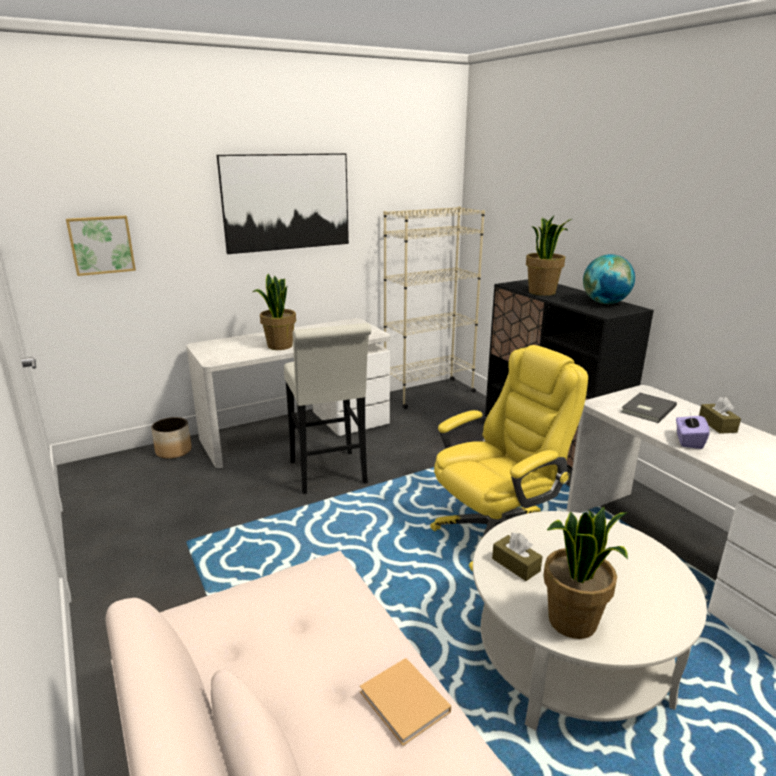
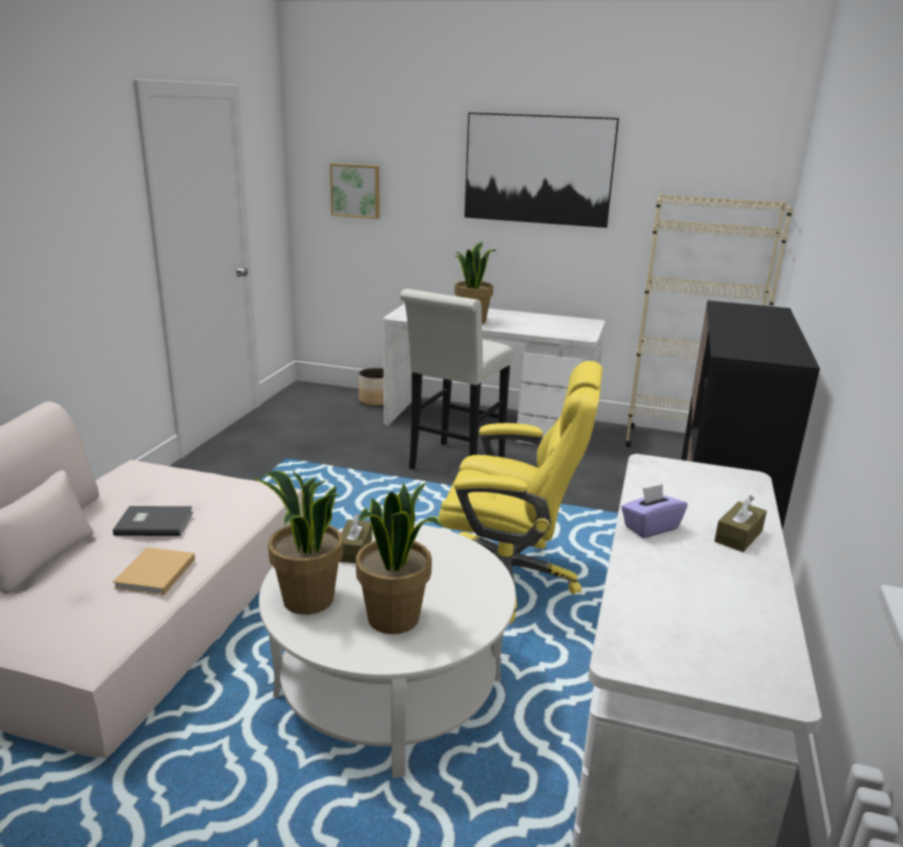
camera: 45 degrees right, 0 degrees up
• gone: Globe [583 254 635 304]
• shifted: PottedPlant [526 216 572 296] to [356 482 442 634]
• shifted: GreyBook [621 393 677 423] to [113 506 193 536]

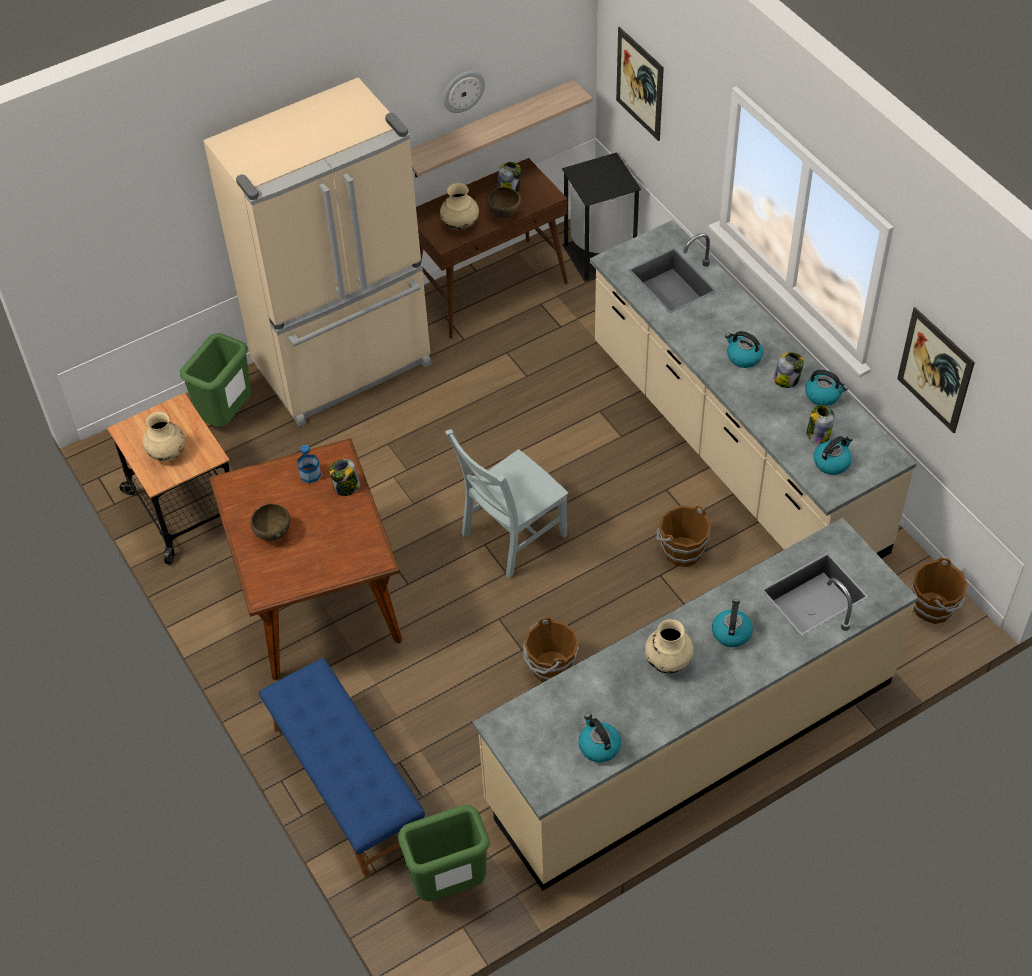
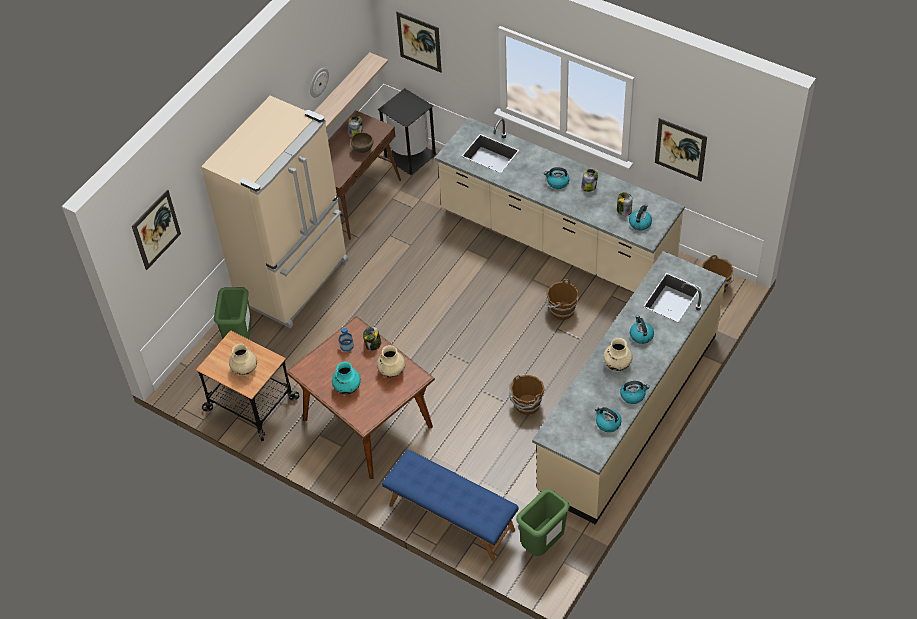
camera: 25 degrees left, 0 degrees up
• gone: GreyChair [445 429 568 578]
• new: Picture [132 189 181 270]
• shifted: BeigeVase [440 183 479 229] to [377 345 406 378]
• shifted: Kettle [805 370 848 406] to [620 381 650 404]
• swapped: BrownBowl [250 503 290 541] to TurquoiseVase [332 361 361 394]

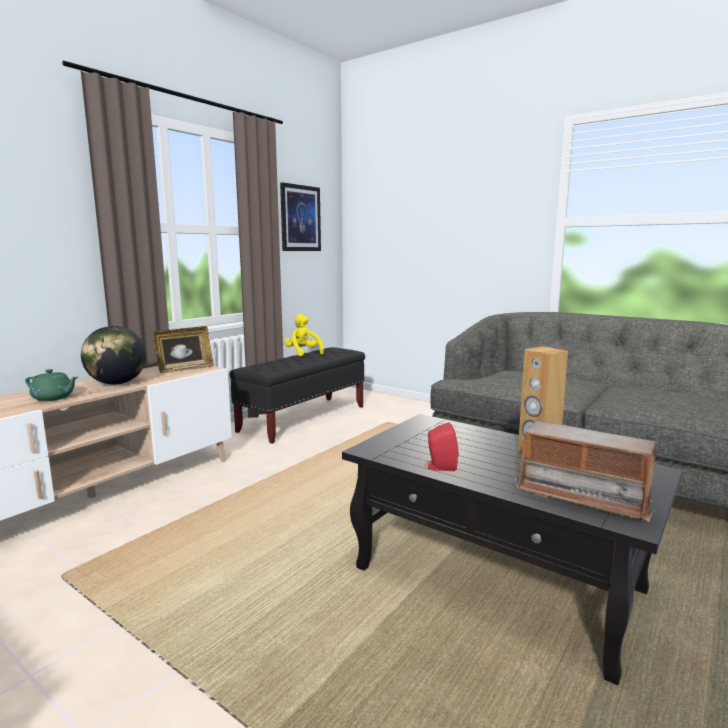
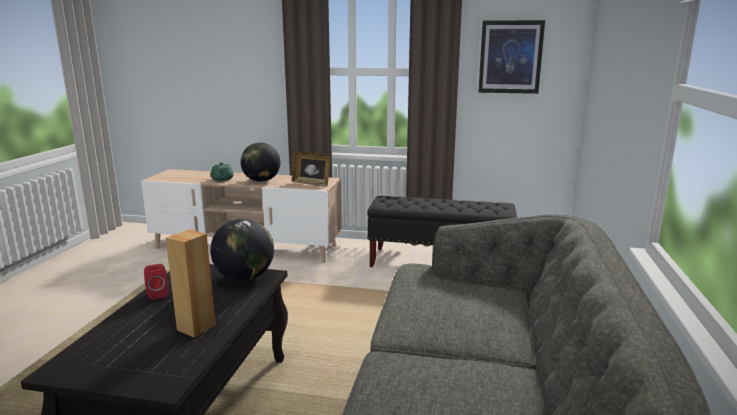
camera: 65 degrees right, 5 degrees up
• gone: YellowPlushToy [285 314 324 356]
• gone: Radio [514 420 664 522]
• new: Globe [210 219 274 281]

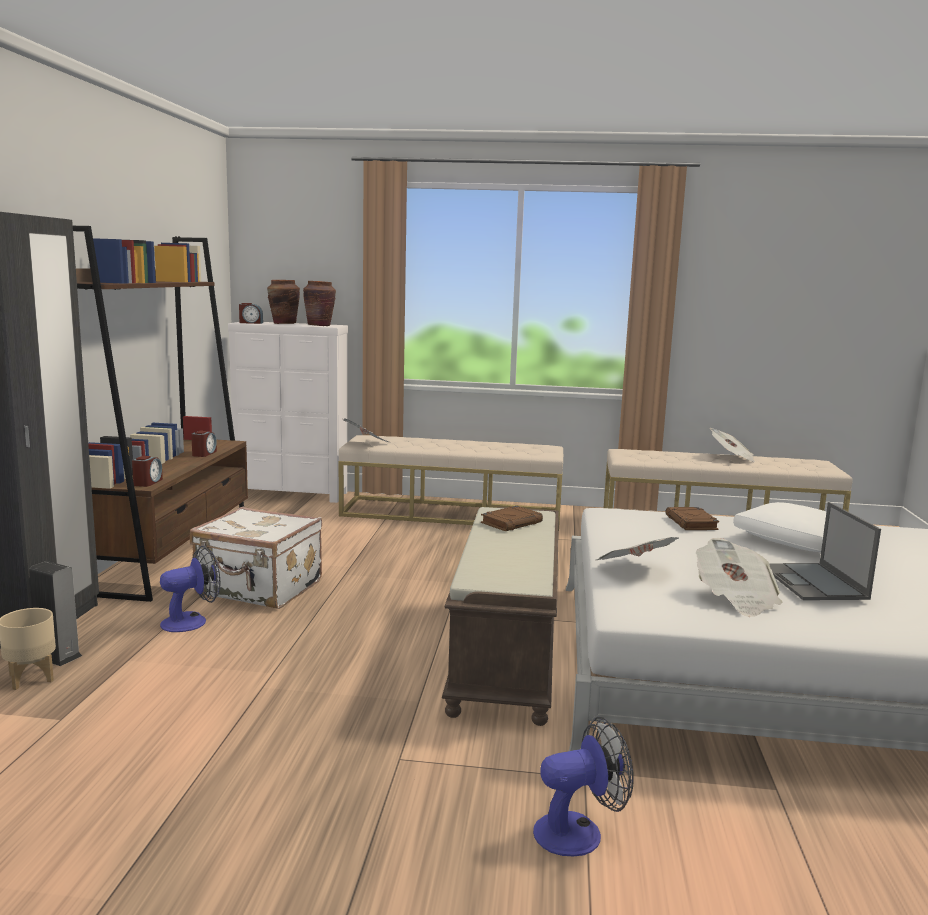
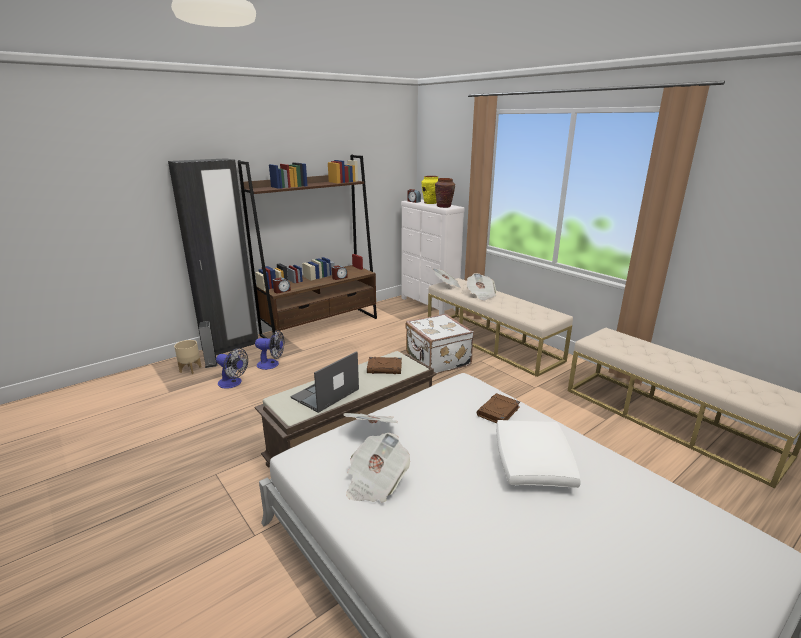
camera: 45 degrees right, 10 degrees up
• shifted: WhiteSuitcase [190 507 322 609] to [406 314 474 374]
• shifted: Fan [533 717 633 856] to [216 348 248 389]
• shifted: Newspaper [710 428 755 462] to [467 273 496 301]
• shifted: Laptop [769 502 881 600] to [290 351 359 413]
• repainted: BrownVase [267 280 300 324] to YellowVase [421 176 438 204]

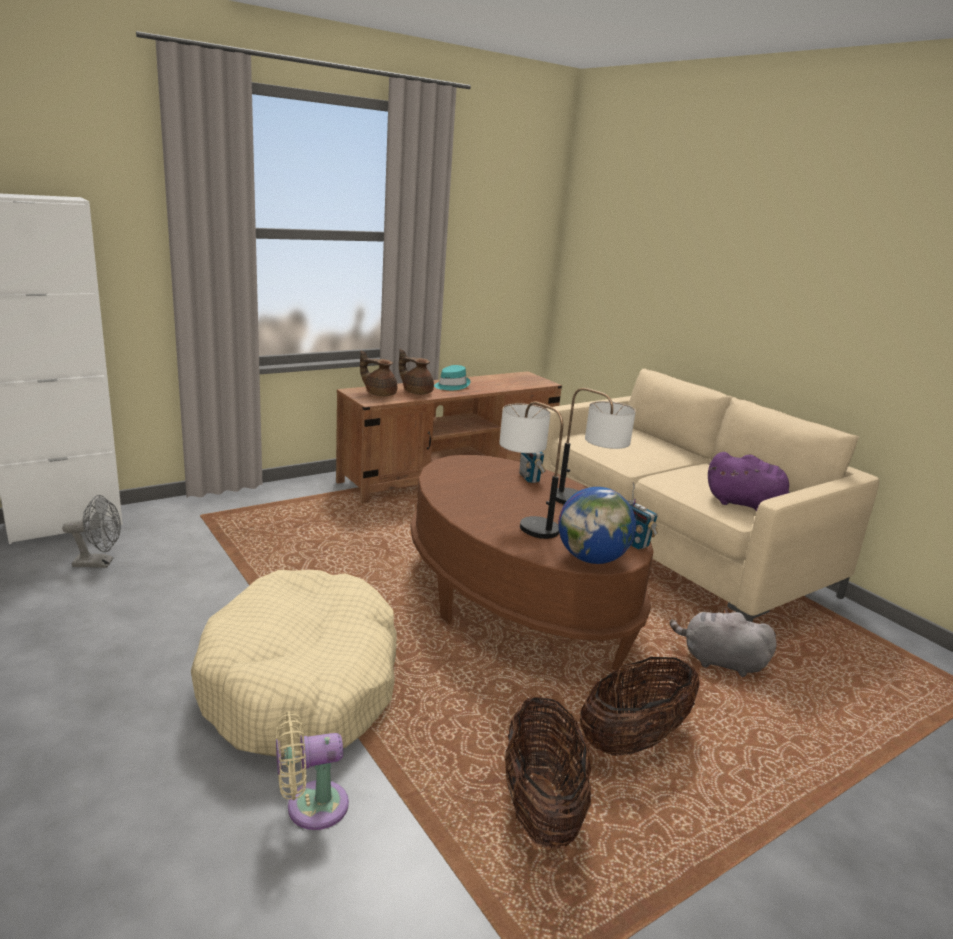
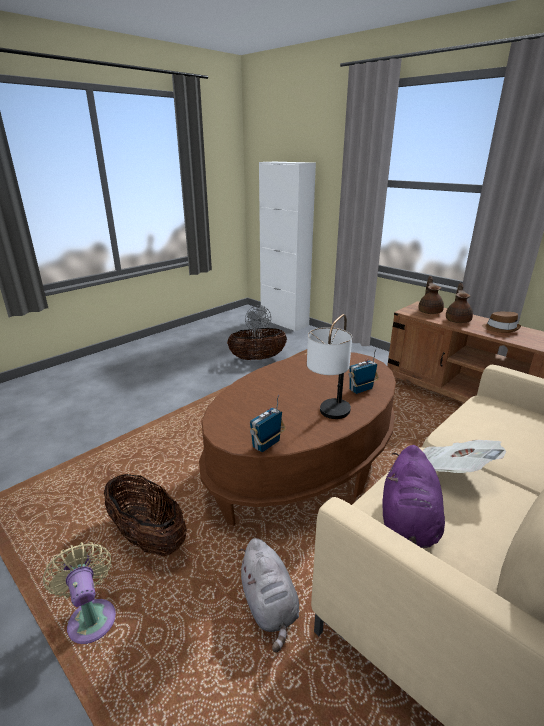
camera: 80 degrees right, 5 degrees up
• gone: BeigeDogBed [191 570 397 757]
• gone: TableLamp [499 401 563 539]
• gone: Globe [558 487 636 564]
• new: Newspaper [423 440 506 473]
• shifted: BeigeFan [276 711 349 830] to [43 542 116 644]
• shifted: Basket [505 697 591 849] to [227 328 287 360]
• repainted: TurquoiseHat [434 365 470 390] to BrownHat [482 312 521 333]
• rotated: GreyPlushToy [670 609 777 677] = [238 538 299 653] 150 degrees clockwise

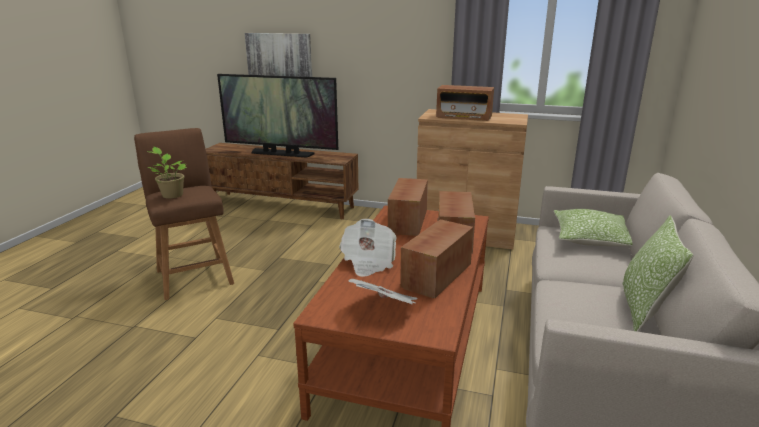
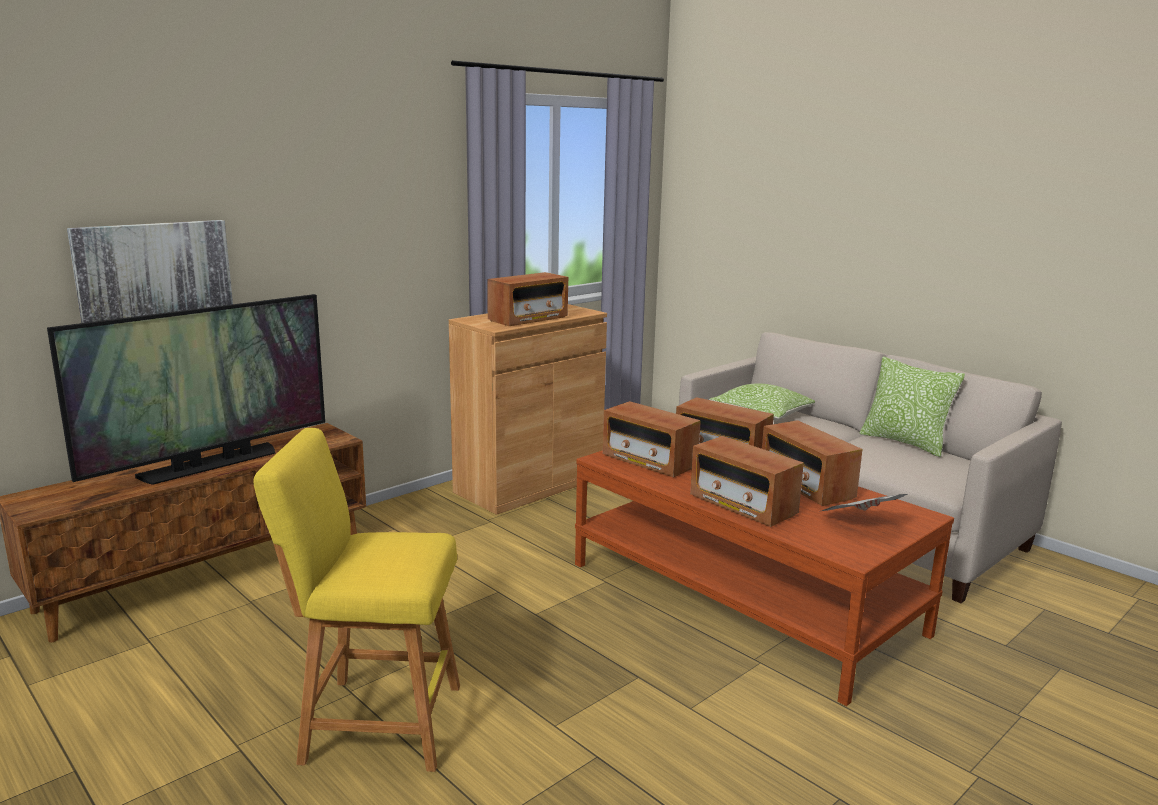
camera: 60 degrees left, 5 degrees down
• gone: PottedPlant [147 147 187 199]
• swapped: Newspaper [339 219 397 277] to Radio [690 436 804 527]
• repainted: BrownStool [134 128 234 300] to YellowStool [254 428 460 772]

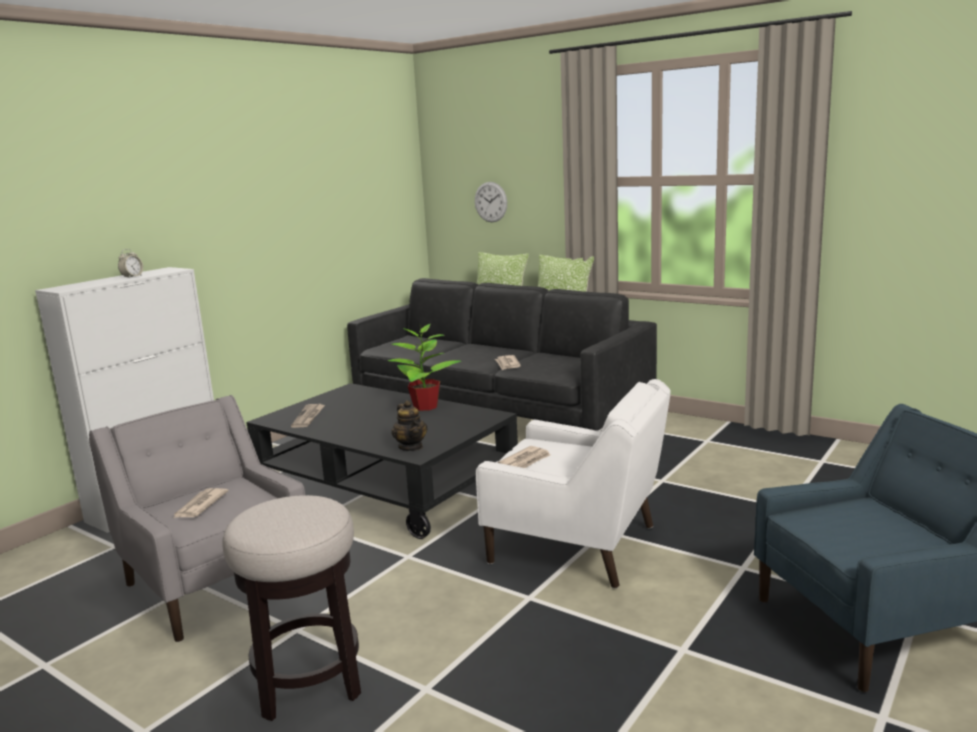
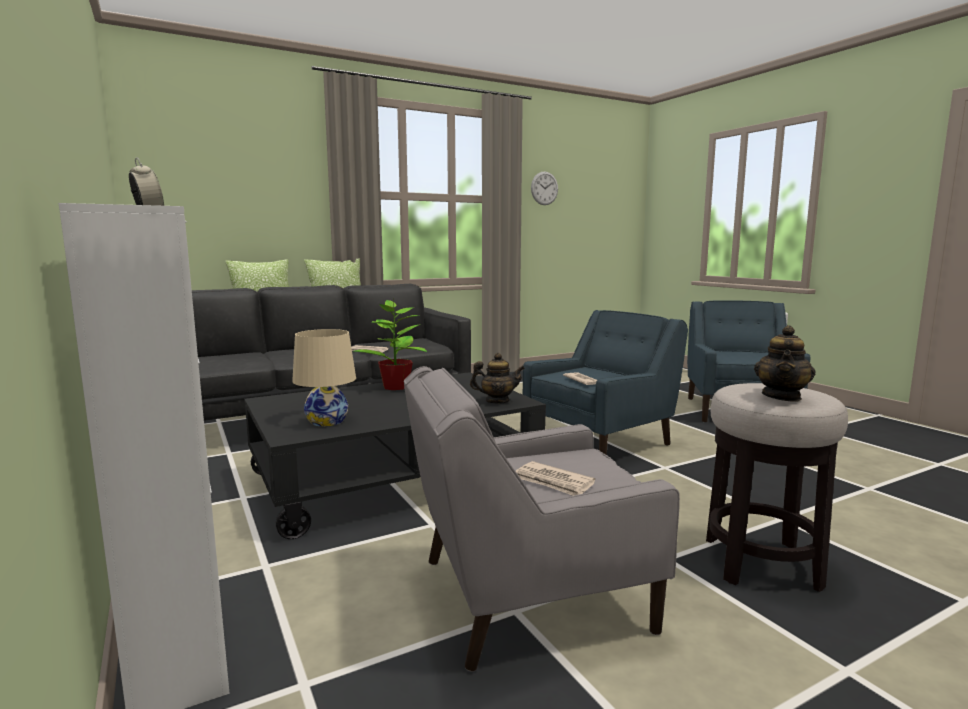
camera: 65 degrees left, 5 degrees down
• new: Teapot [754 325 816 402]
• shifted: WallClock [475 182 507 222] to [531 172 558 205]
• swapped: Newspaper [291 404 325 428] to BeigeTableLamp [292 329 356 426]
• repainted: WhiteArmchair [476 379 671 588] to BlueArmchair [522 310 688 455]

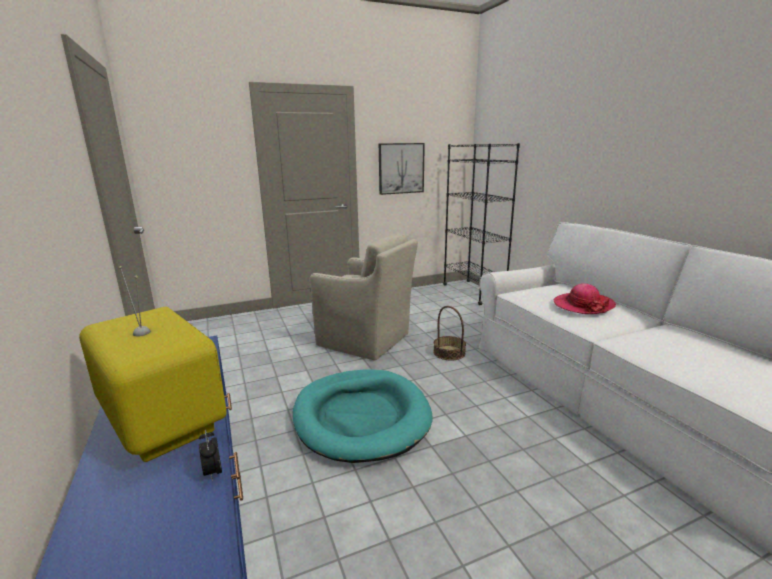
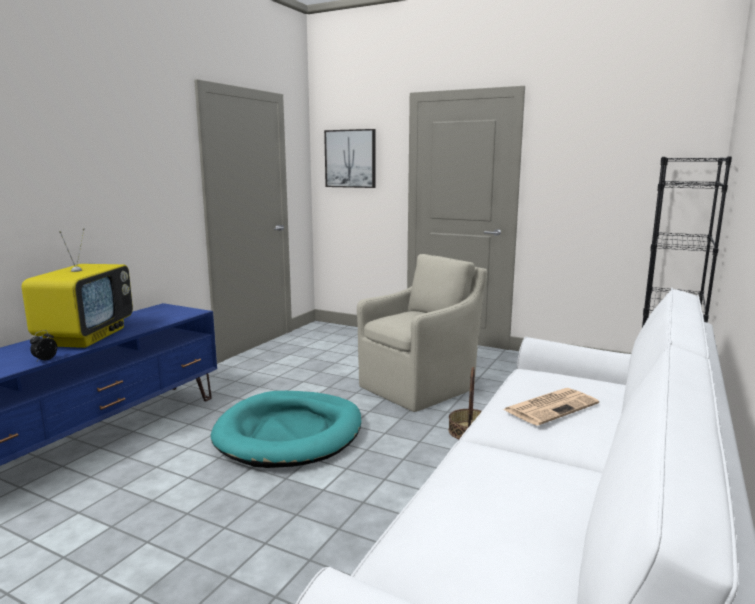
camera: 50 degrees right, 5 degrees down
• shifted: Picture [379 143 425 195] to [324 129 375 188]
• swapped: Hat [554 283 616 314] to Newspaper [502 388 599 426]
• rotated: BeigeArmchair [309 233 418 360] = [357 254 487 412] 120 degrees counterclockwise

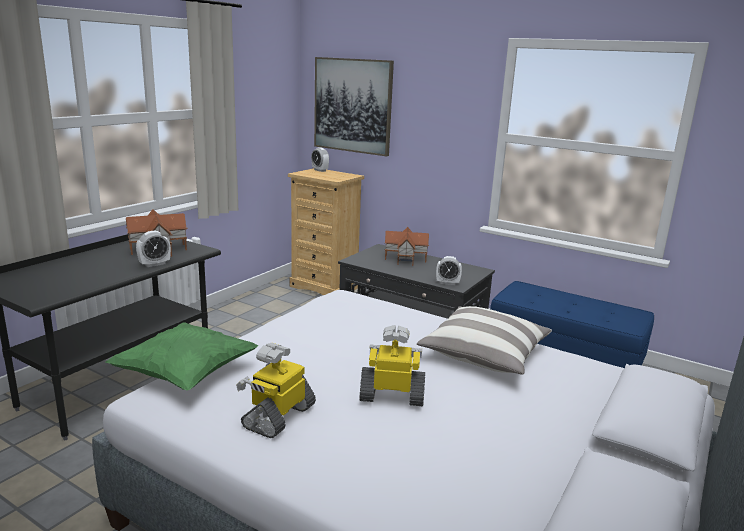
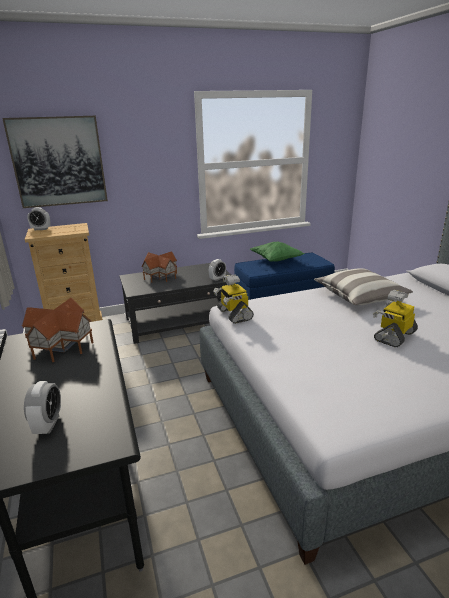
camera: 50 degrees left, 5 degrees up
• shifted: GreenPillow [106 323 258 390] to [250 242 304 262]
• shifted: AlarmClock [136 231 171 267] to [24 381 61 434]
• shifted: ToyRobot [236 343 316 438] to [213 275 254 324]

